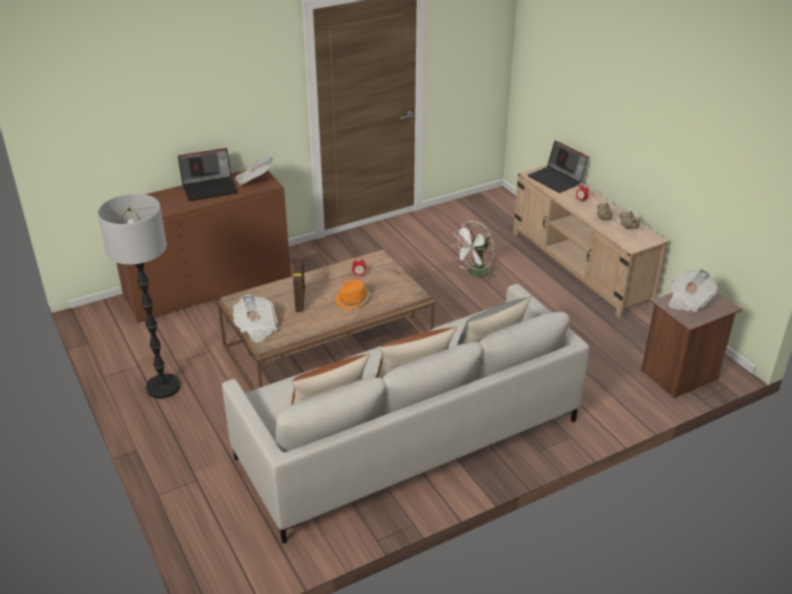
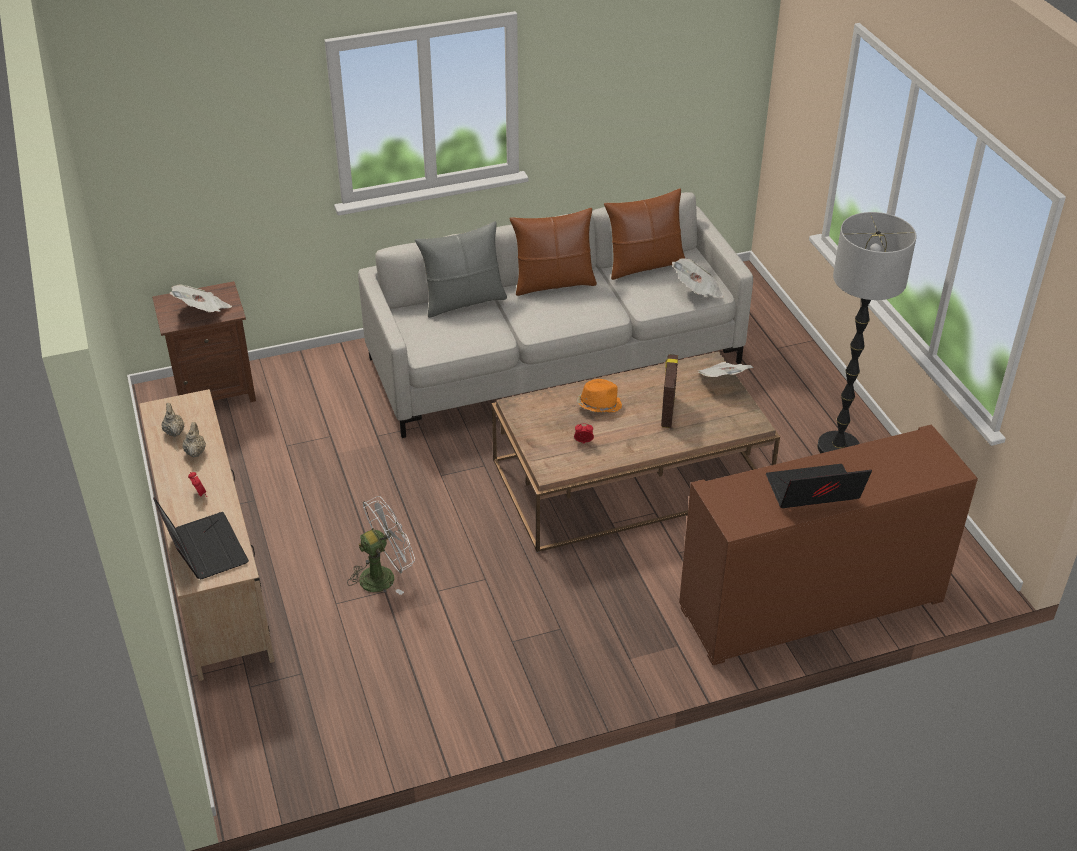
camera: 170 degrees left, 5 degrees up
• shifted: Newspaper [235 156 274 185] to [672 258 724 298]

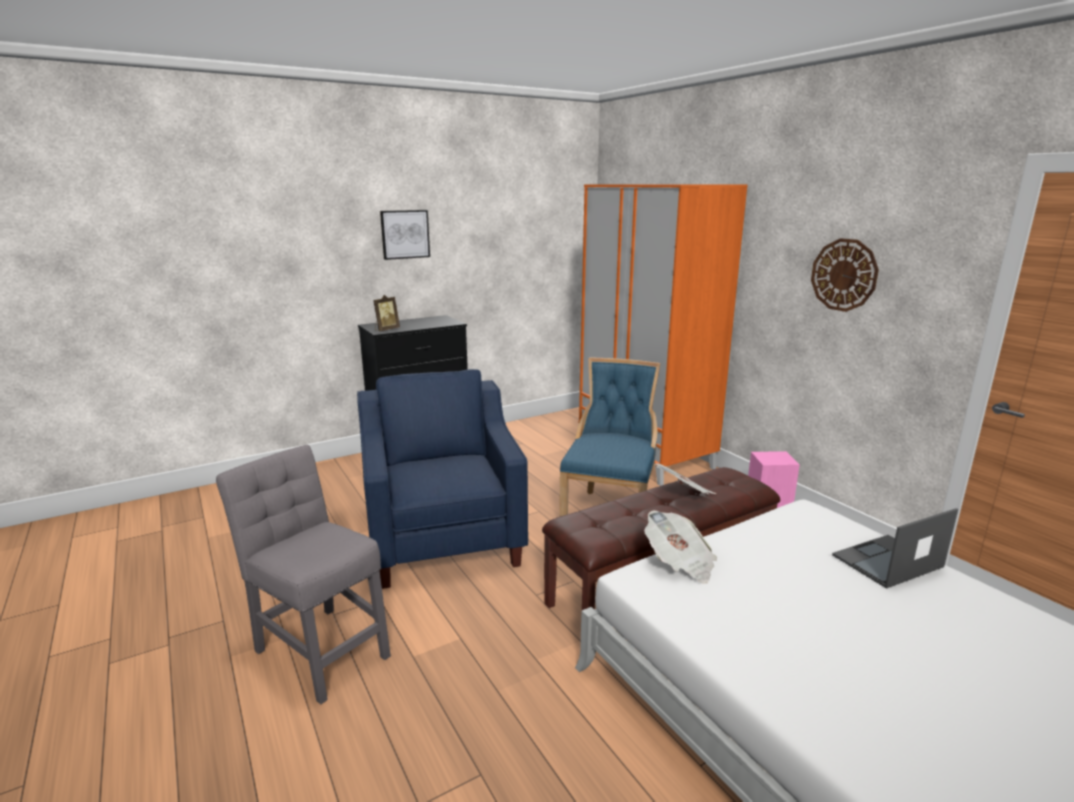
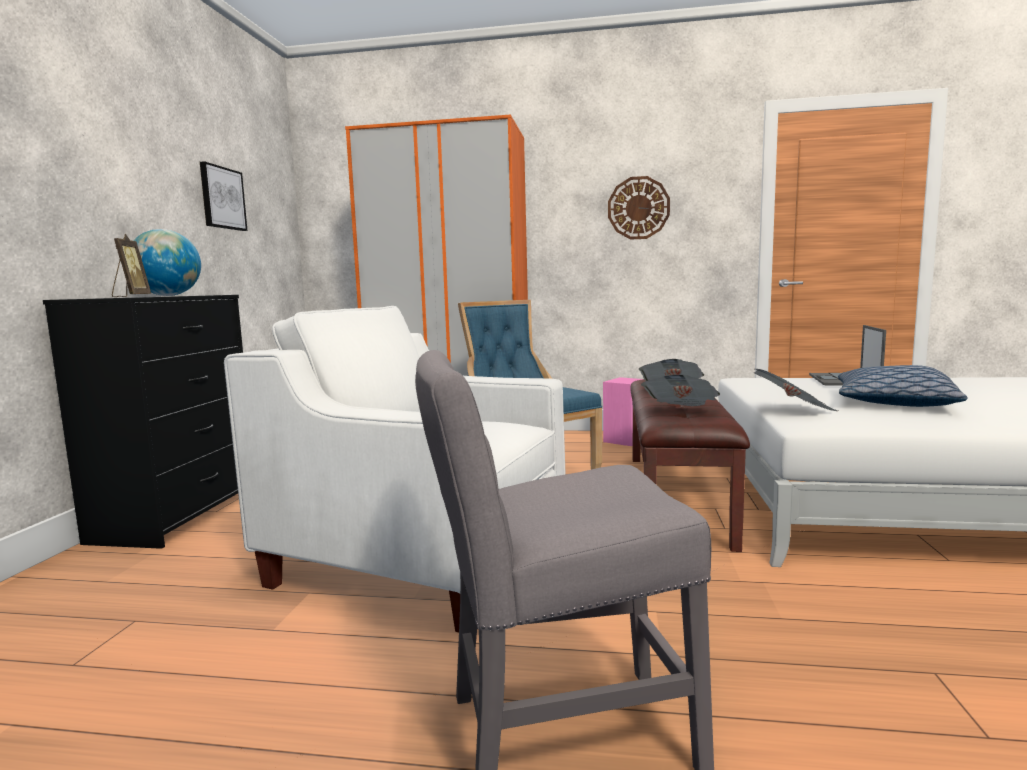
camera: 50 degrees left, 10 degrees down
• new: Globe [133 229 201 296]
• new: Newspaper [641 374 720 406]
• new: Pillow [838 365 968 407]
• shifted: Picture [380 210 430 260] to [200 161 247 231]
• repainted: BlueArmchair [357 369 528 589] to WhiteArmchair [224 306 566 632]

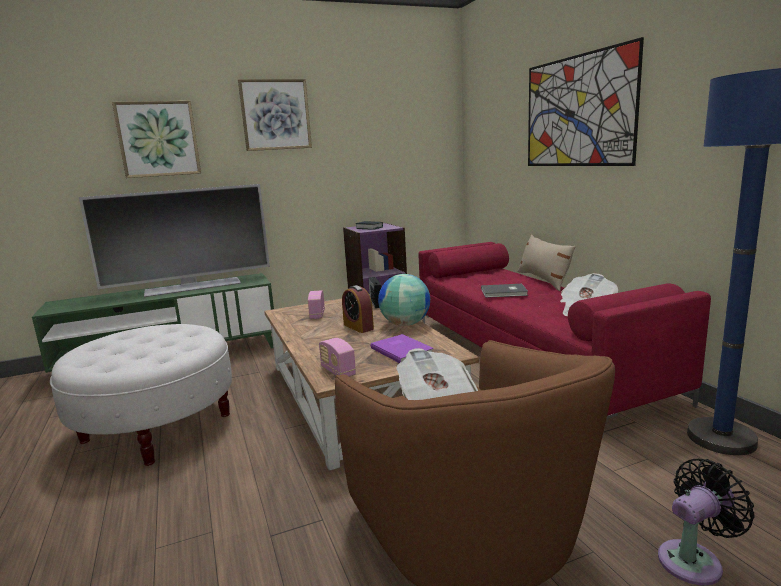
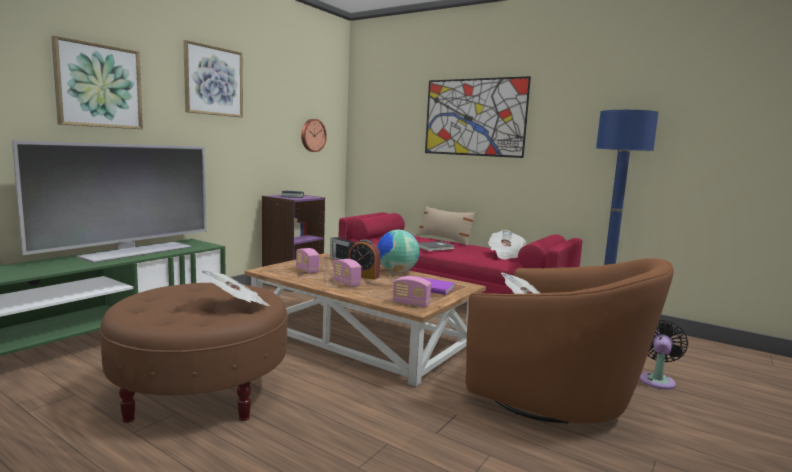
camera: 35 degrees left, 5 degrees down
• new: Newspaper [200 270 270 306]
• new: WallClock [301 119 327 152]
• new: Radio [333 259 361 287]
• repainted: WhiteOttoman [50 324 232 466] to BrownOttoman [100 283 288 423]

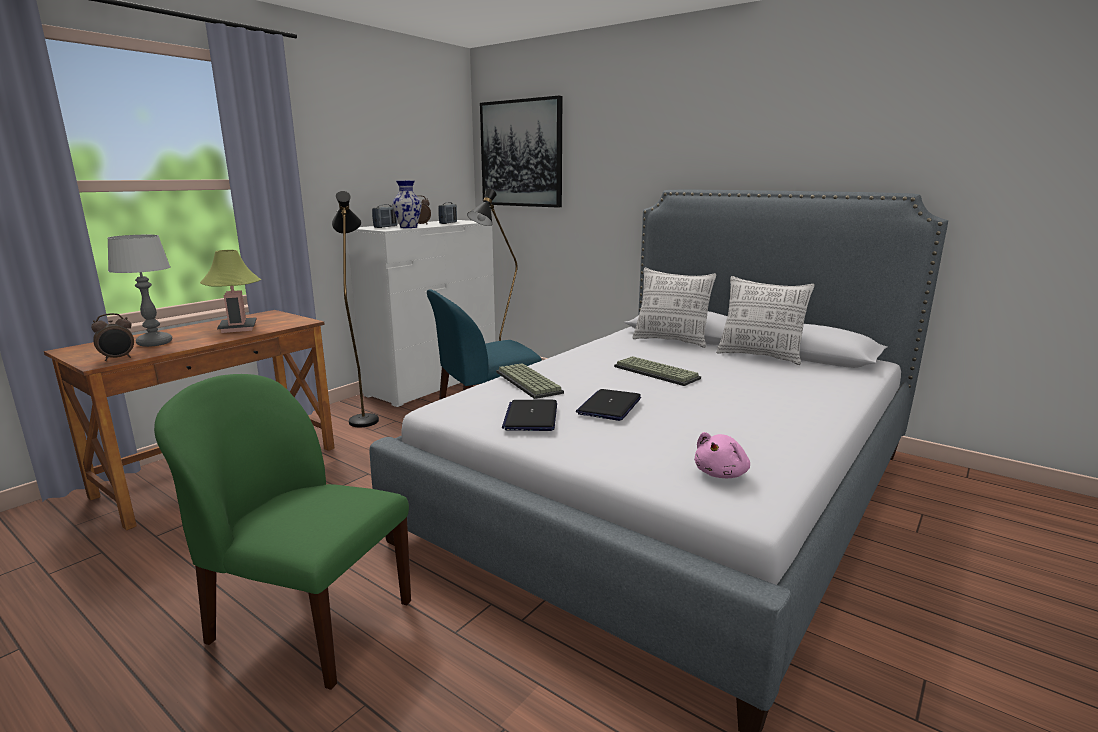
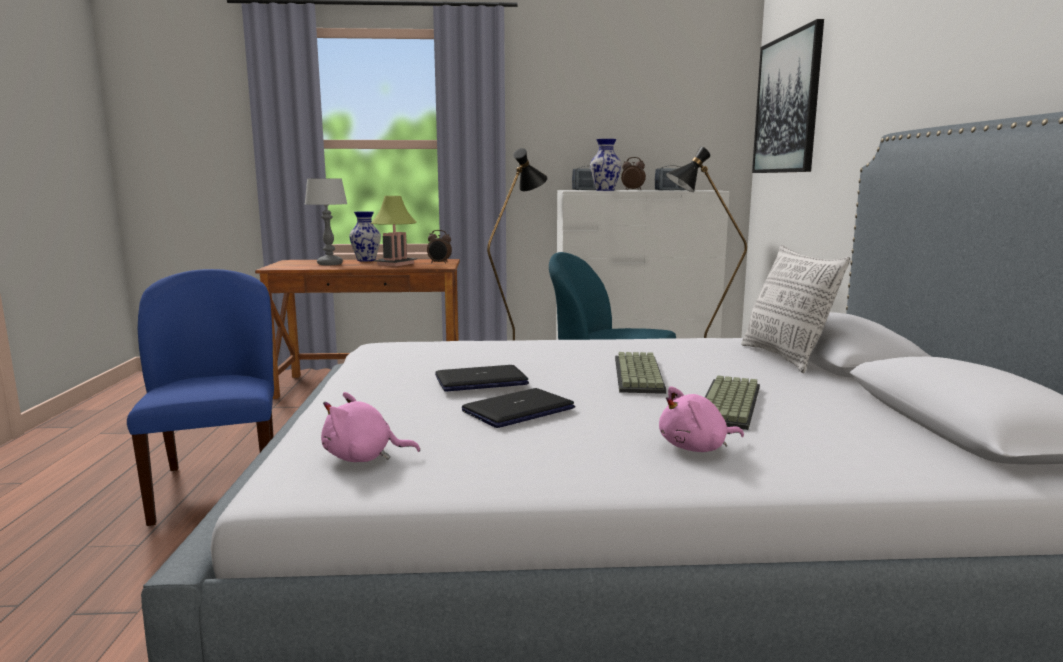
camera: 50 degrees right, 5 degrees down
• gone: Pillow [716 276 815 365]
• new: Vase [349 211 381 261]
• new: PinkPlushToy [659 386 744 452]
• shifted: AlarmClock [91 313 134 361] to [427 230 452 264]
• shifted: Keyboard [496 363 564 399] to [705 375 760 430]
• shifted: Laptop [502 400 557 431] to [462 388 575 428]
• repainted: GreenChair [154 374 411 690] to BlueChair [127 269 274 526]

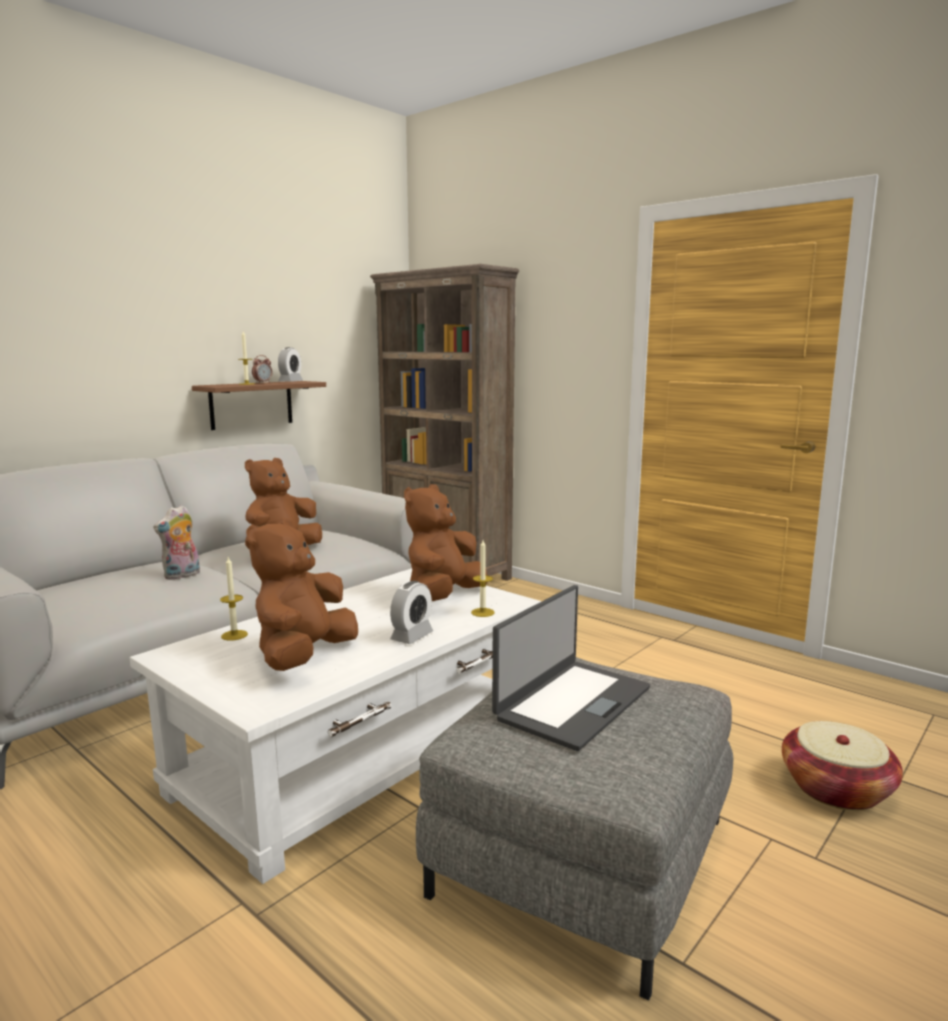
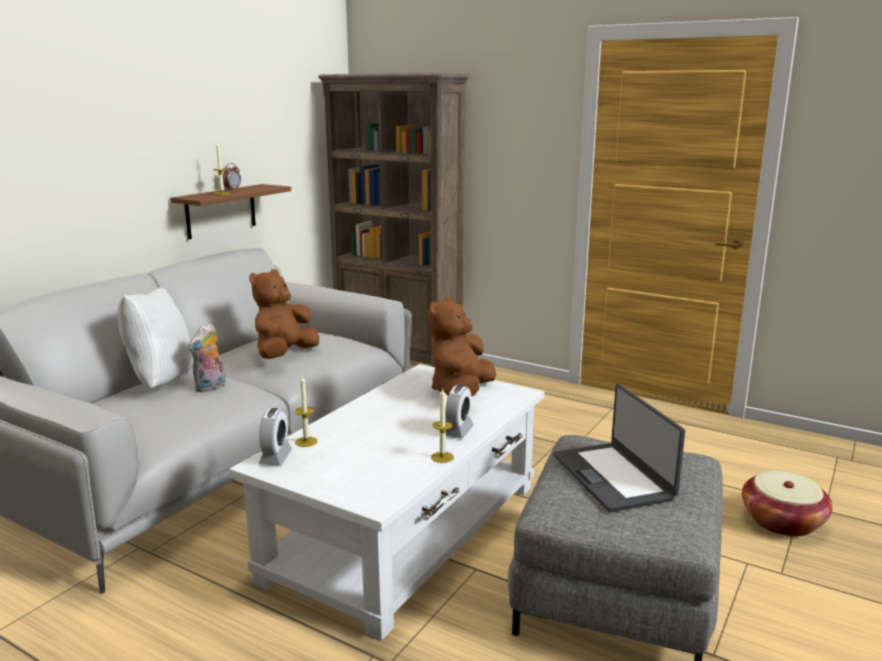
camera: 10 degrees left, 5 degrees up
• gone: BrownPlushToy [246 518 358 671]
• new: WhitePillow [117 288 193 388]
• shifted: AlarmClock [278 347 303 382] to [259 408 292 465]
• shifted: Candle [471 540 494 617] to [431 388 454 463]
• rotated: Laptop [492 585 650 751] = [553 384 685 512] 135 degrees clockwise

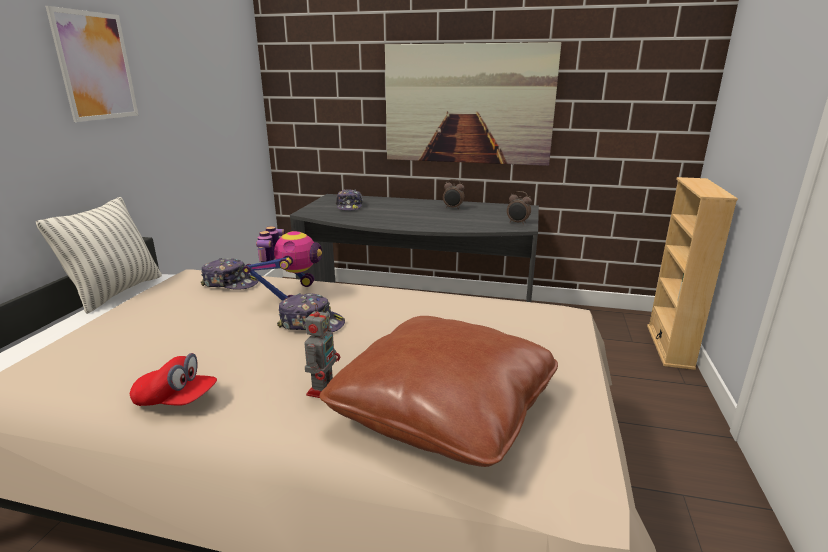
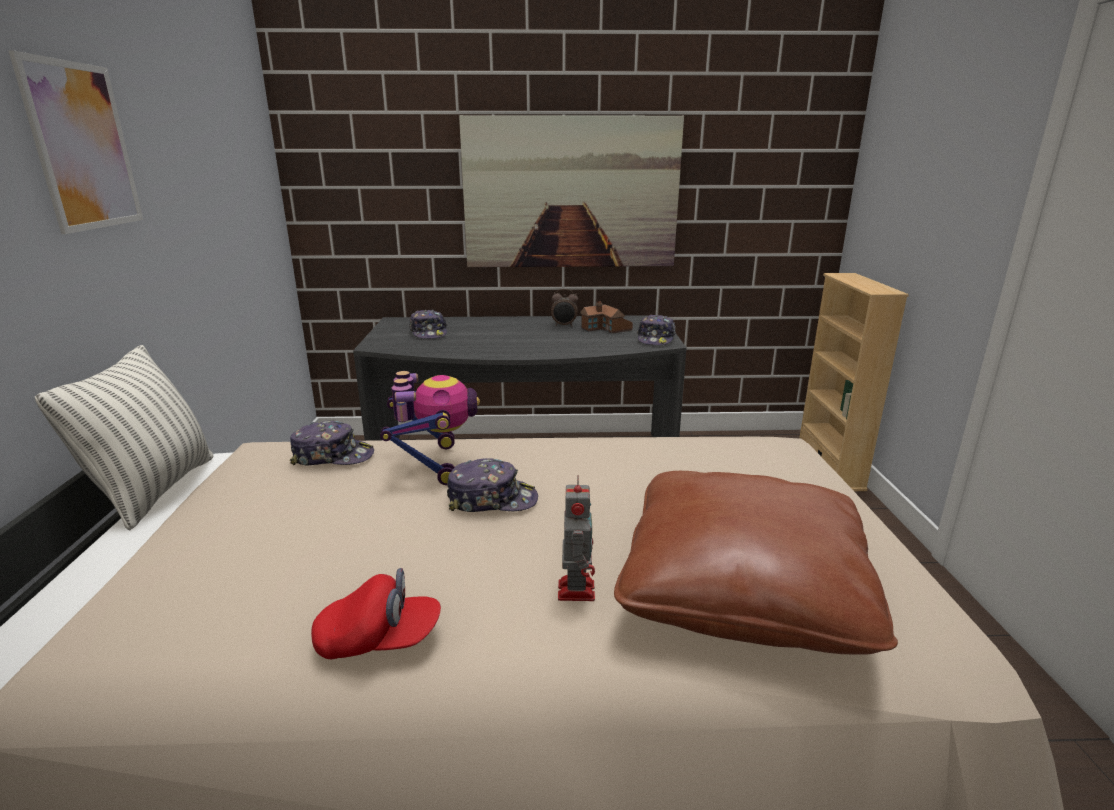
camera: 15 degrees left, 0 degrees up
• new: ToyHouse [580 301 633 334]
• swapped: AlarmClock [507 191 532 225] to Cap [637 315 676 345]

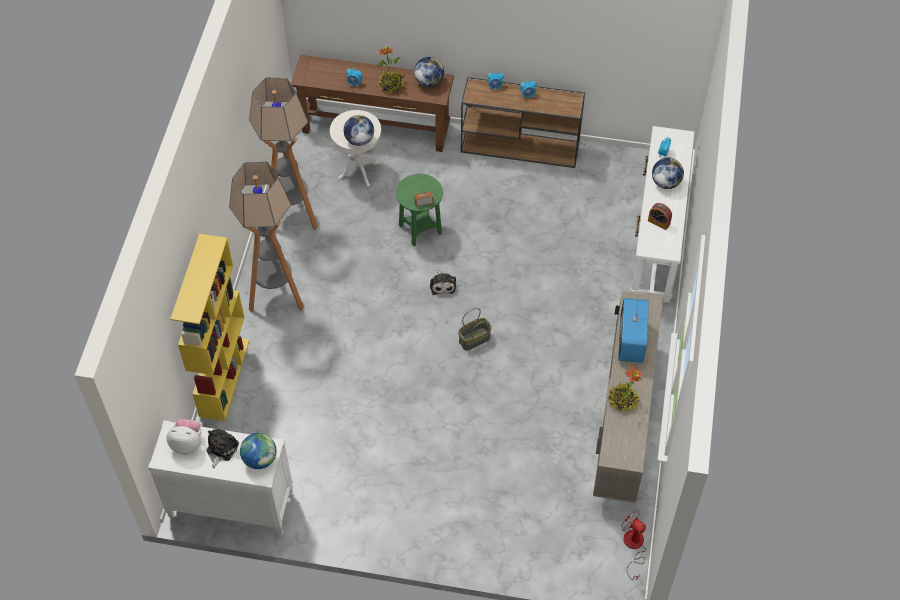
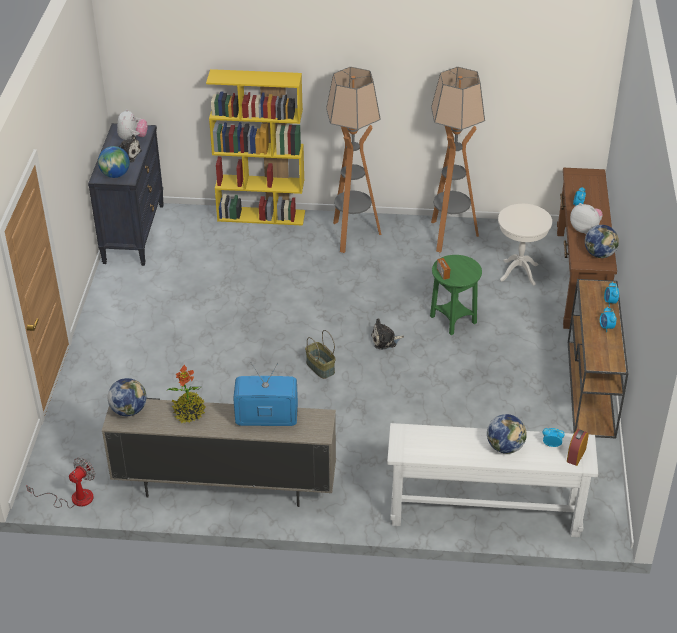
camera: 85 degrees right, 15 degrees down
• shifted: Globe [344 115 374 146] to [108 378 147 416]
• shifted: AlarmClock [648 203 672 230] to [567 429 588 466]
• swapped: PottedPlant [376 46 404 93] to PlushToy [570 203 603 234]
• repainted: WhiteDresser [148 420 293 536] to BlackDresser [88 123 164 266]

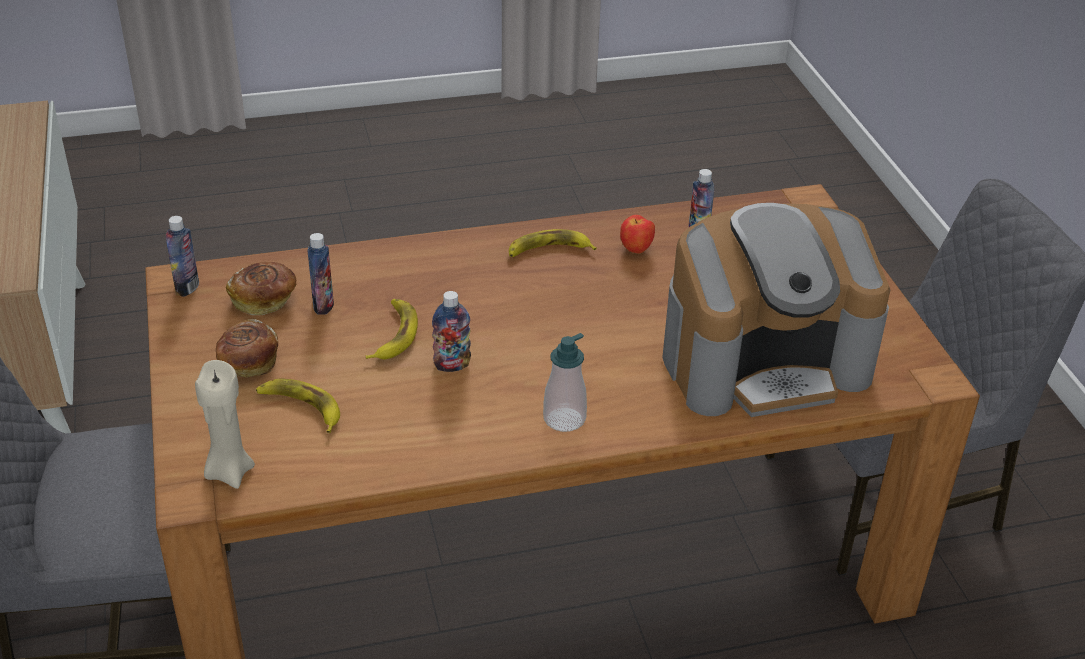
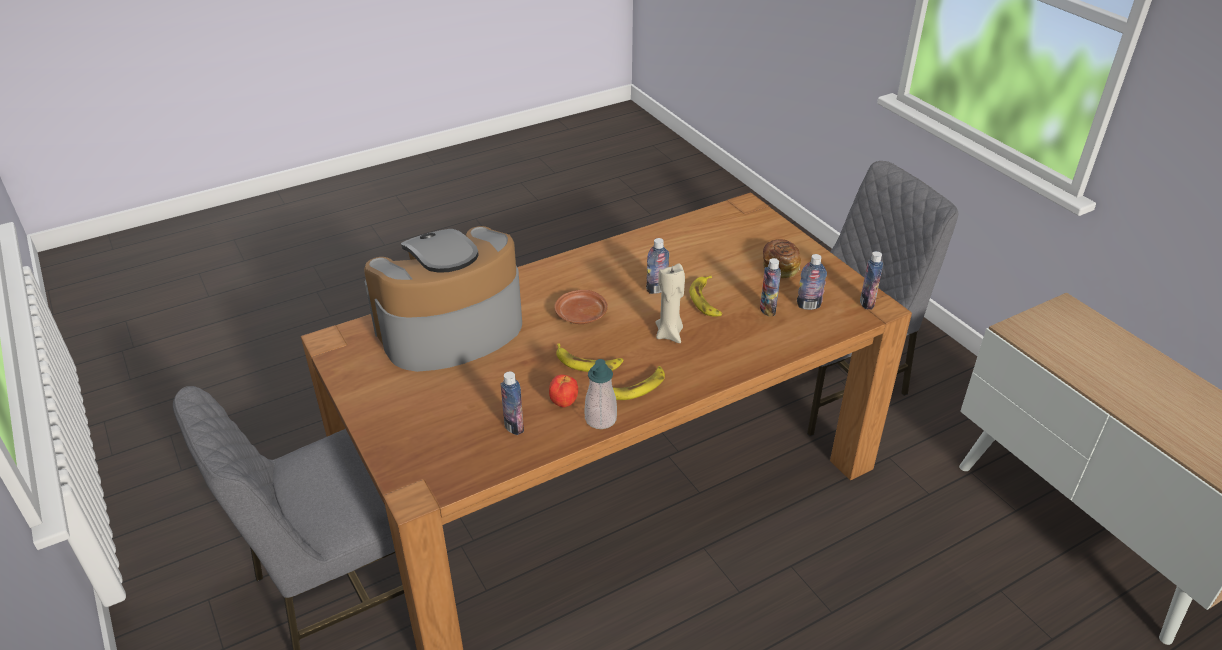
camera: 165 degrees right, 0 degrees up
• new: BrownPlate [554 290 608 324]
• shifted: BeigeCandle [195 360 255 489] to [655 263 685 343]
• shifted: Banana [256 378 340 433] to [556 343 624 372]
• shifted: SoapDispenser [543 333 587 432] to [585 359 617 429]
• swapped: Bread [226 262 296 315] to Bottle [797 254 827 310]

